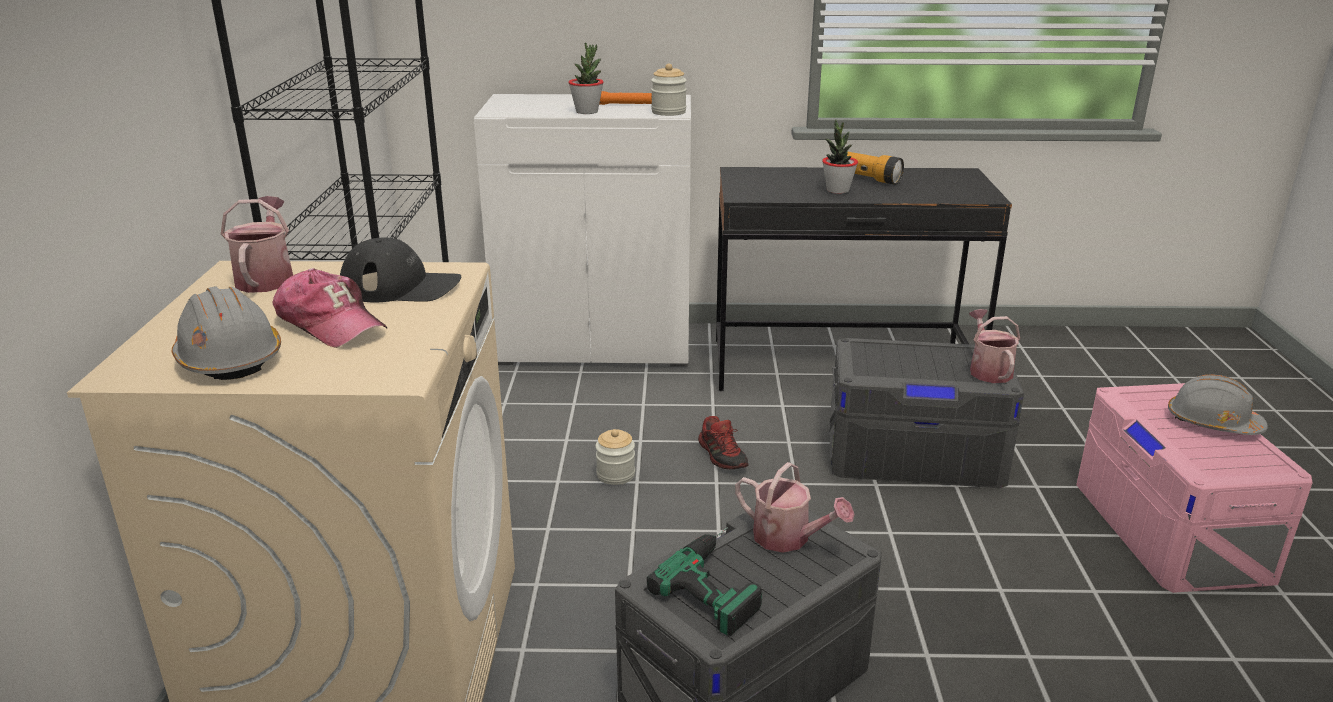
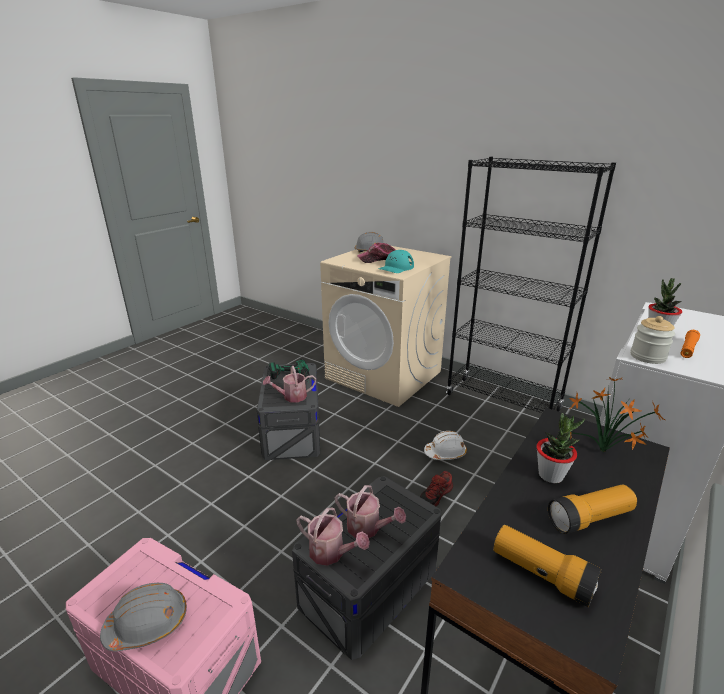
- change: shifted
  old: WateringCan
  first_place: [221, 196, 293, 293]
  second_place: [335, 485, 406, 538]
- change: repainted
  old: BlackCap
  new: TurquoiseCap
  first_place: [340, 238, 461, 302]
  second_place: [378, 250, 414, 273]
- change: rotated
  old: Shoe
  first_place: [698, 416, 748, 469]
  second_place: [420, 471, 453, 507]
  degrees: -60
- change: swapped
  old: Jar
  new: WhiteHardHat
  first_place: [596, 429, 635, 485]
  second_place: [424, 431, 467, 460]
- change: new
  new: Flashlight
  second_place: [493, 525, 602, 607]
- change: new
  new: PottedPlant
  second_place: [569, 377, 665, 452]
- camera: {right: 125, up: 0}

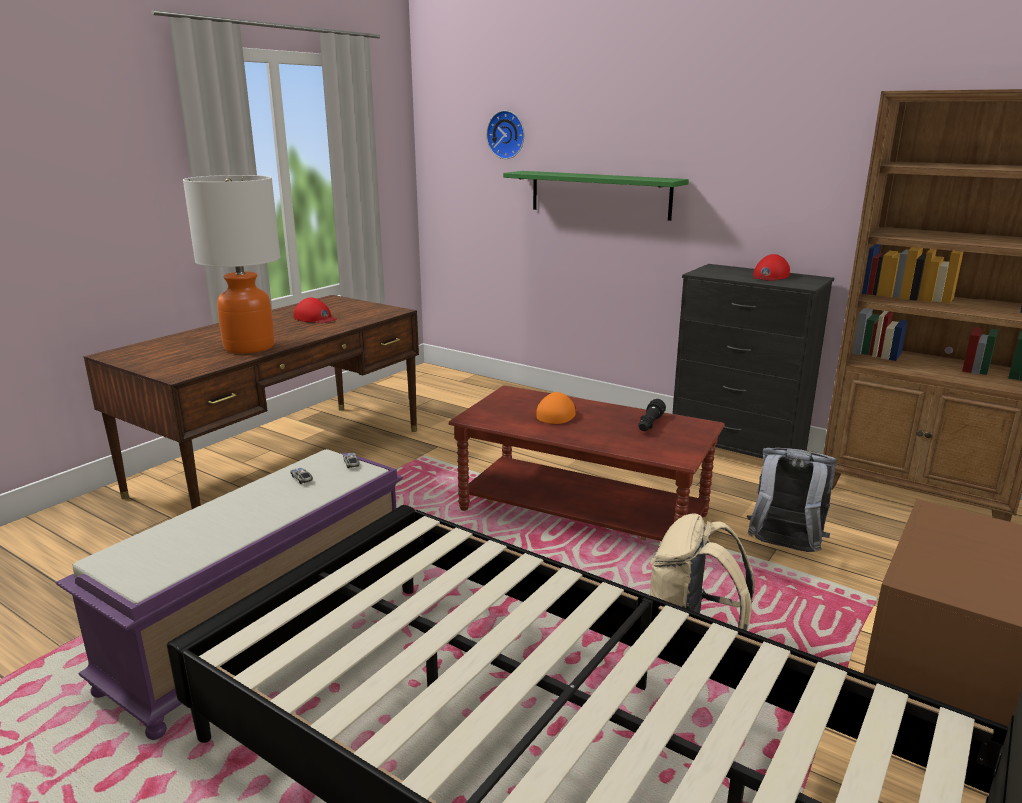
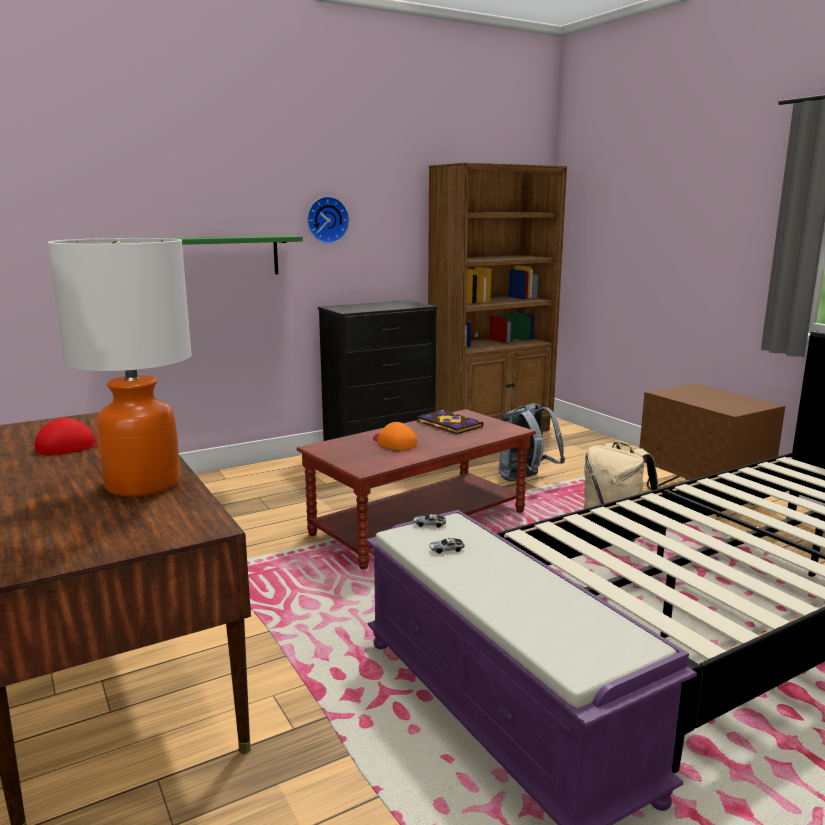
- change: shifted
  old: WallClock
  first_place: [486, 110, 524, 159]
  second_place: [307, 196, 350, 244]
- change: swapped
  old: BlackFlashlight
  new: Book
  first_place: [638, 399, 666, 431]
  second_place: [417, 410, 483, 434]
- change: gone
  old: RedCap
  first_place: [753, 254, 790, 281]
- camera: {right: -65, up: -5}

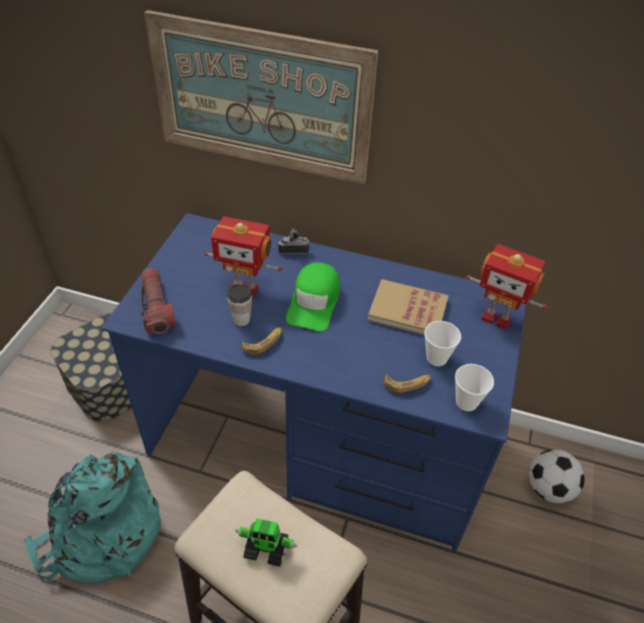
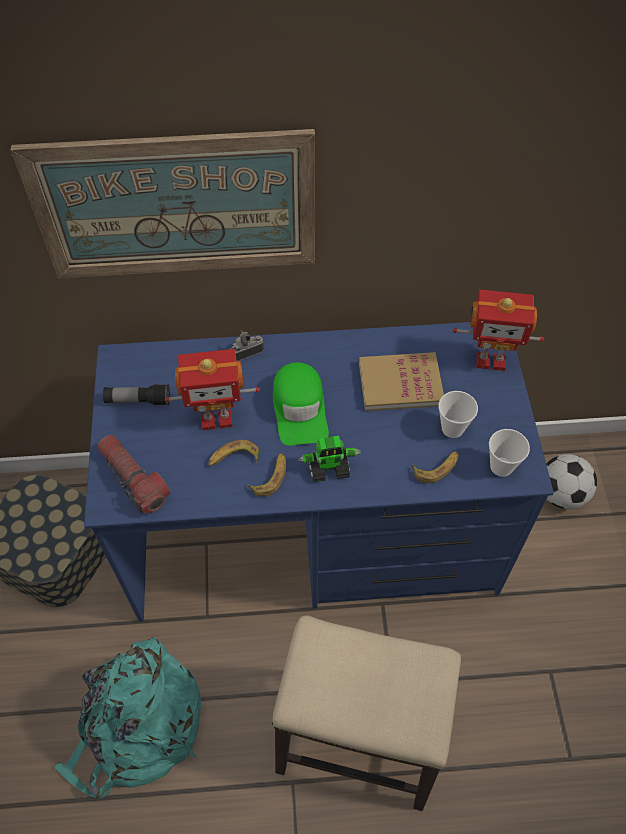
- change: new
  new: Flashlight
  second_place: [103, 384, 170, 405]
- change: swapped
  old: Cup
  new: Banana
  first_place: [227, 283, 252, 326]
  second_place: [208, 440, 259, 466]
- change: shifted
  old: ToyRobot
  first_place: [235, 519, 297, 567]
  second_place: [299, 436, 361, 482]
- camera: {right: -20, up: 10}

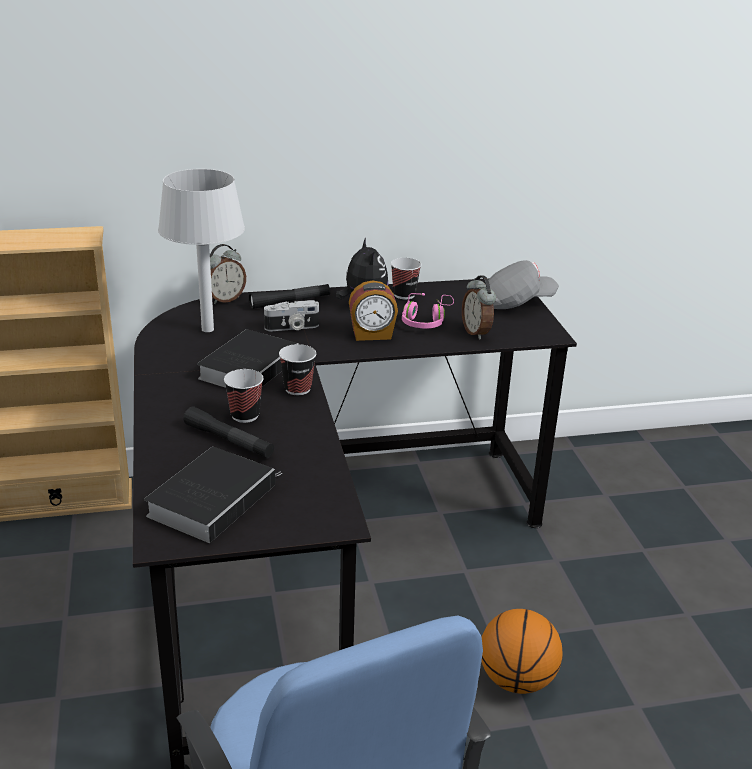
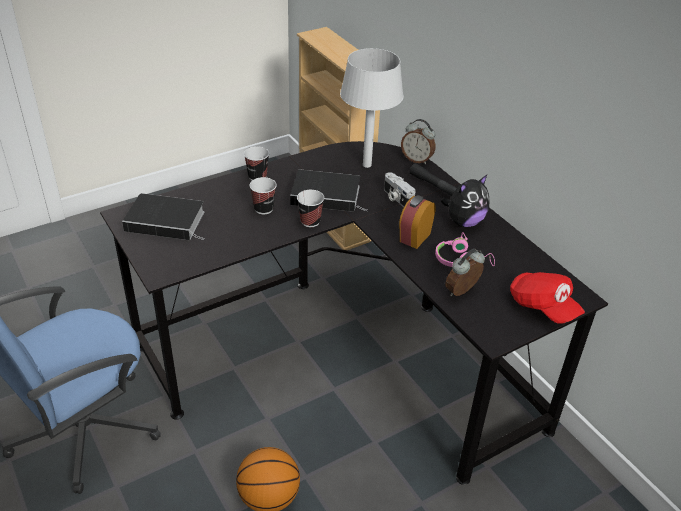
- change: shifted
  old: Cup
  first_place: [391, 258, 421, 299]
  second_place: [244, 146, 269, 180]
- change: rotated
  old: AlarmClock
  first_place: [349, 280, 398, 341]
  second_place: [399, 195, 436, 249]
  degrees: 60
- change: repainted
  old: GreyCap
  new: RedCap
  first_place: [479, 260, 559, 309]
  second_place: [510, 272, 585, 323]
- change: gone
  old: BlackFlashlight
  first_place: [184, 406, 274, 458]
- camera: {right: 70, up: 10}

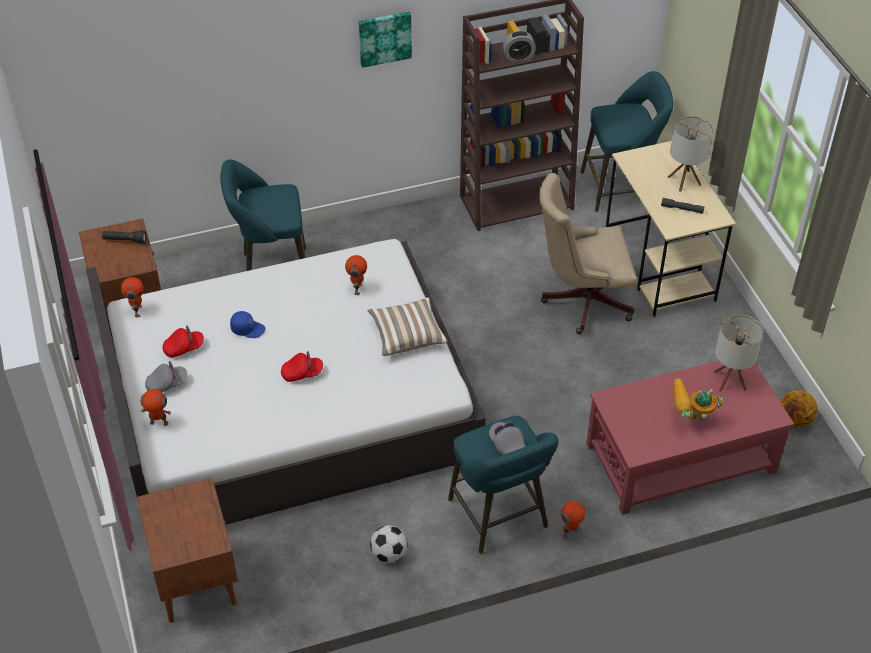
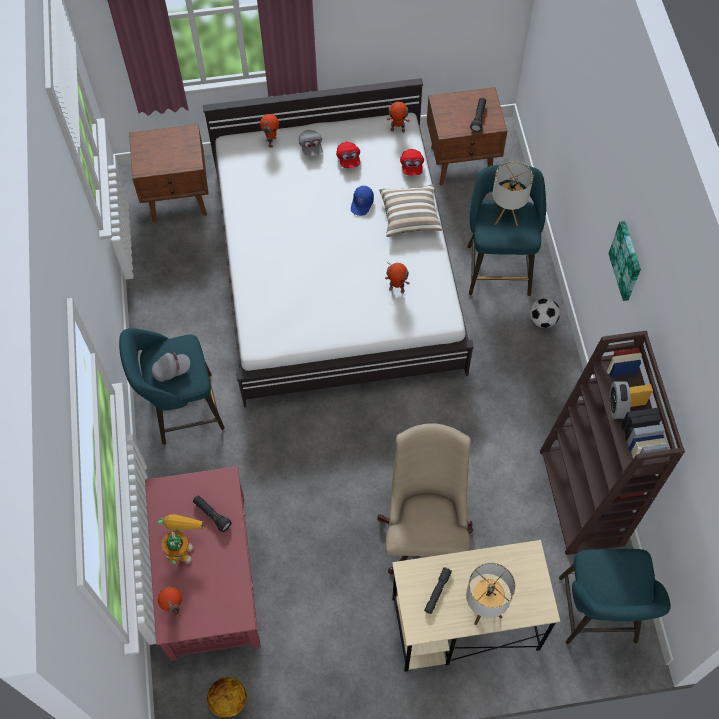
- change: shifted
  old: ToyRobot
  first_place: [561, 499, 585, 538]
  second_place: [158, 587, 182, 617]
- change: new
  new: BlackFlashlight
  second_place: [193, 495, 231, 532]
- change: shifted
  old: Pillow
  first_place: [368, 297, 448, 356]
  second_place: [379, 184, 442, 237]
- change: shifted
  old: RedCap
  first_place: [281, 351, 323, 382]
  second_place: [400, 149, 424, 176]
- change: shifted
  old: TableLamp
  first_place: [714, 314, 764, 392]
  second_place: [493, 161, 533, 226]
- change: shifted
  old: Football
  first_place: [370, 525, 408, 563]
  second_place: [530, 298, 560, 328]
- camera: {right: 100, up: 15}

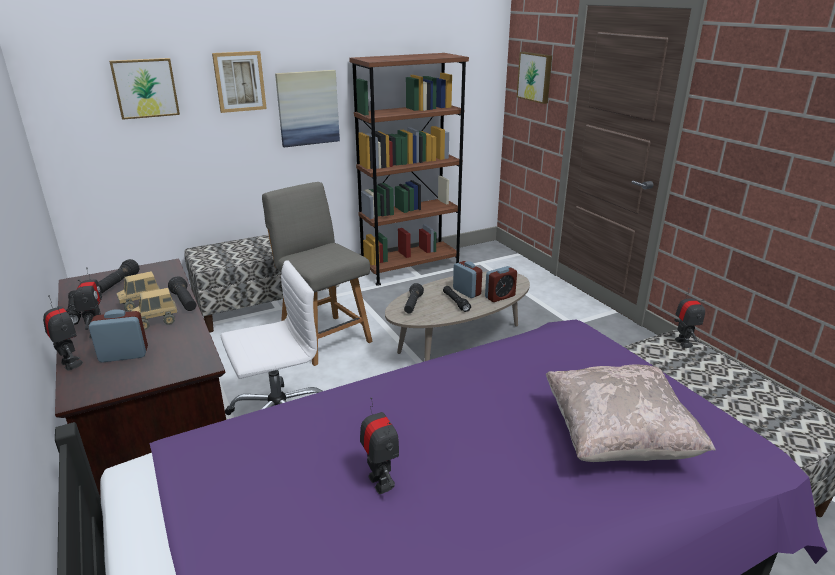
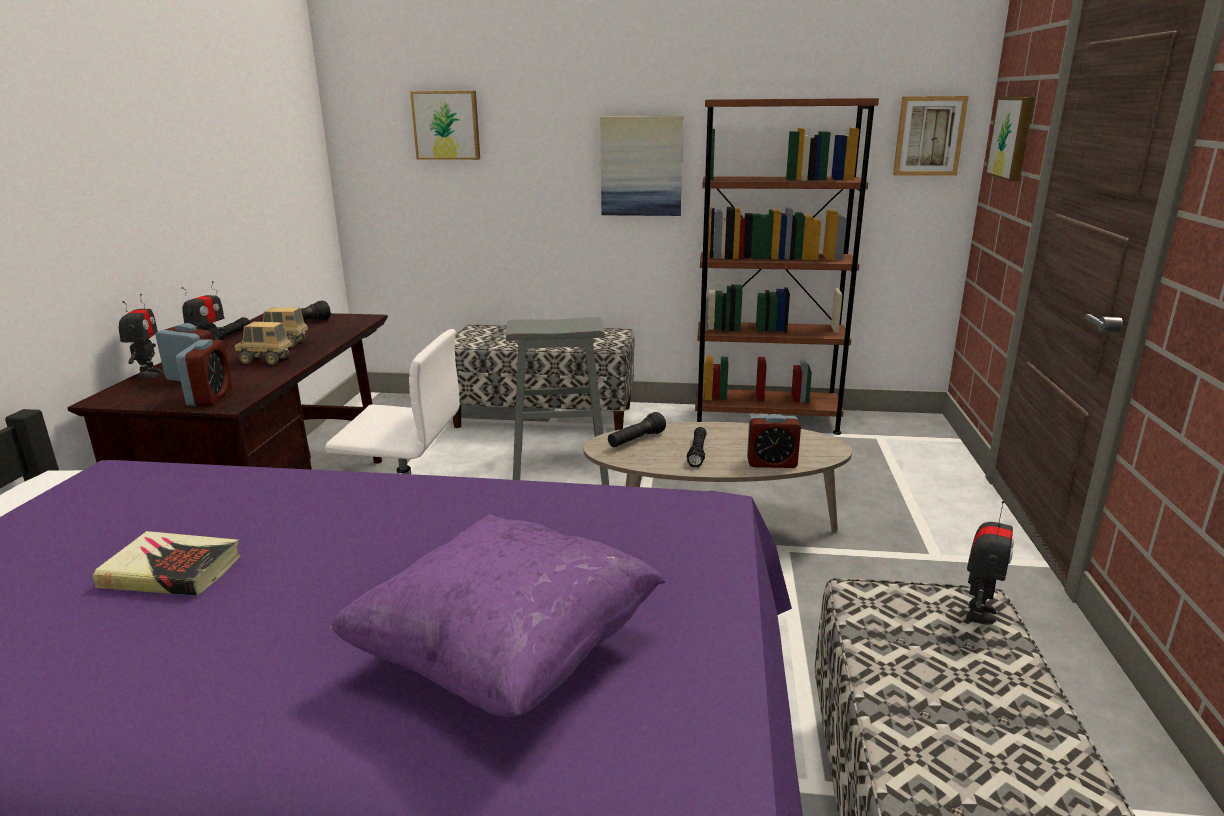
- change: swapped
  old: ToyRobot
  new: Book
  first_place: [360, 397, 399, 494]
  second_place: [93, 531, 240, 596]
- change: shifted
  old: AlarmClock
  first_place: [453, 261, 482, 298]
  second_place: [176, 339, 232, 406]
- change: repainted
  old: BeigePillow
  new: PurplePillow
  first_place: [545, 364, 716, 462]
  second_place: [330, 515, 666, 717]
- change: swapped
  old: GreyChair
  new: GreyStool
  first_place: [262, 182, 373, 366]
  second_place: [506, 317, 609, 485]
- change: shifted
  old: Picture
  first_place: [212, 51, 267, 113]
  second_place: [893, 96, 969, 176]
- change: gone
  old: BlackFlashlight
  first_place: [168, 276, 196, 311]
- camera: {right: 35, up: -5}

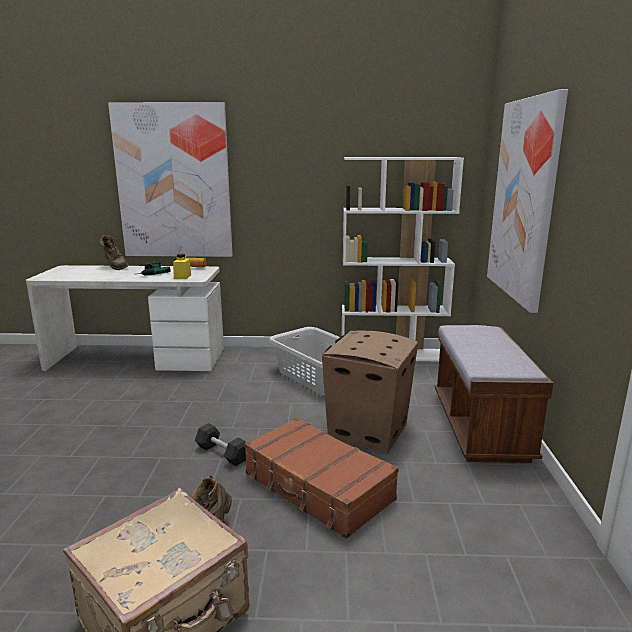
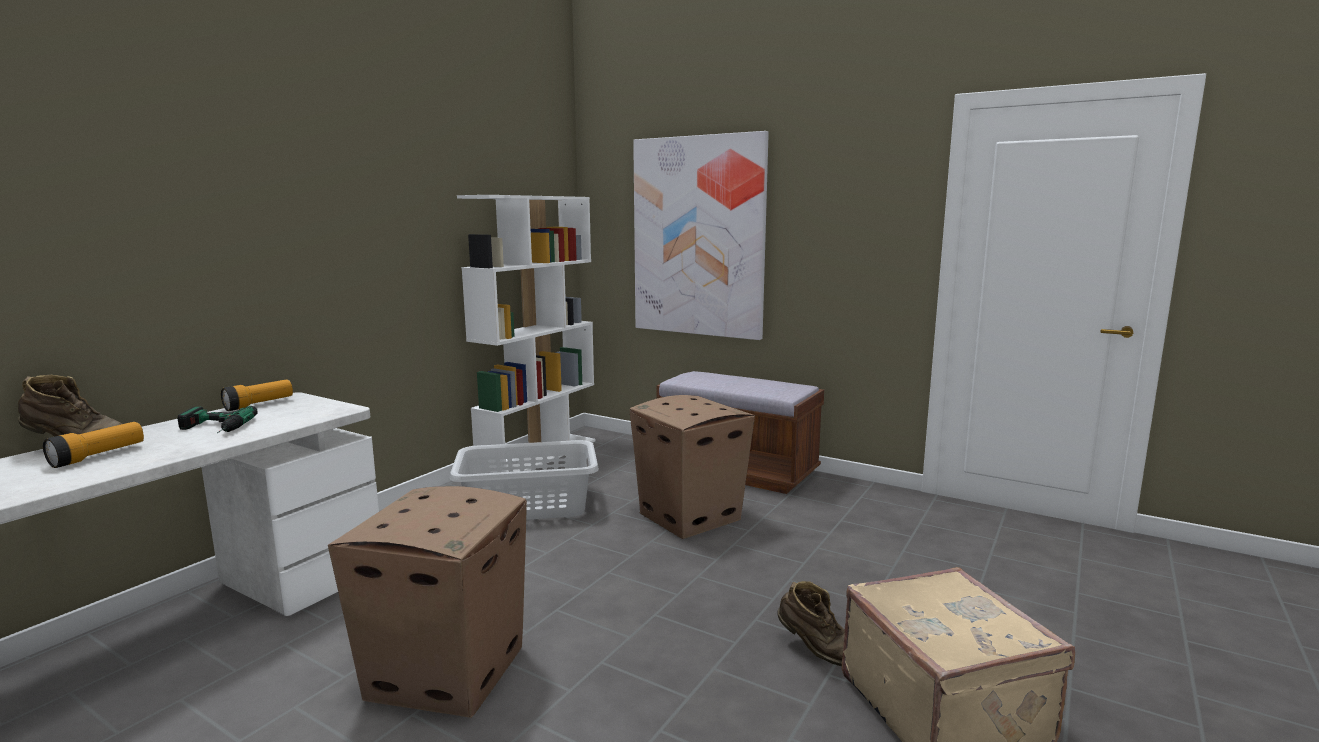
- change: new
  new: Flashlight
  second_place: [43, 422, 144, 468]
- change: new
  new: CardboardBox
  second_place: [328, 486, 527, 718]
- change: gone
  old: Picture
  first_place: [108, 102, 233, 257]
- change: gone
  old: YellowJar
  first_place: [173, 254, 191, 279]
- change: gone
  old: BlackDumbbell
  first_place: [195, 423, 246, 466]
- change: gone
  old: BrownSuitcase
  first_place: [244, 418, 399, 539]
- camera: {right: -60, up: -5}

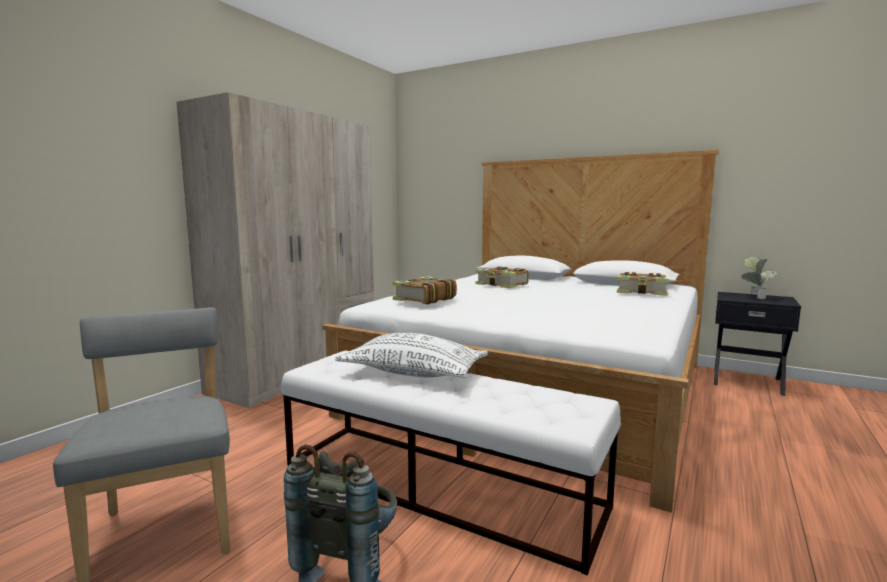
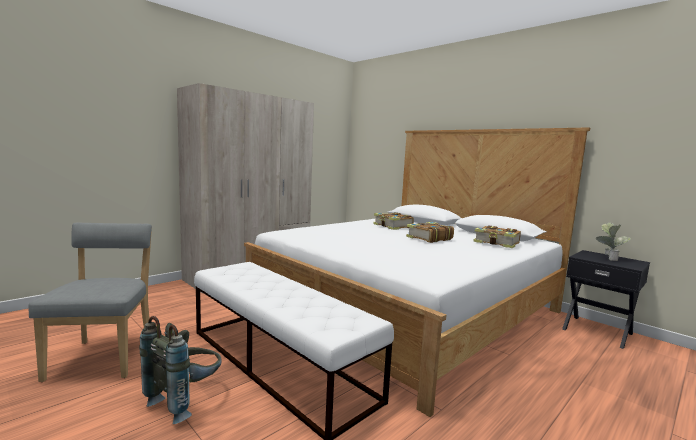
- change: shifted
  old: Book
  first_place: [392, 276, 457, 304]
  second_place: [406, 222, 454, 243]
- change: gone
  old: WhitePillow
  first_place: [335, 333, 488, 378]
- camera: {right: 15, up: 0}

